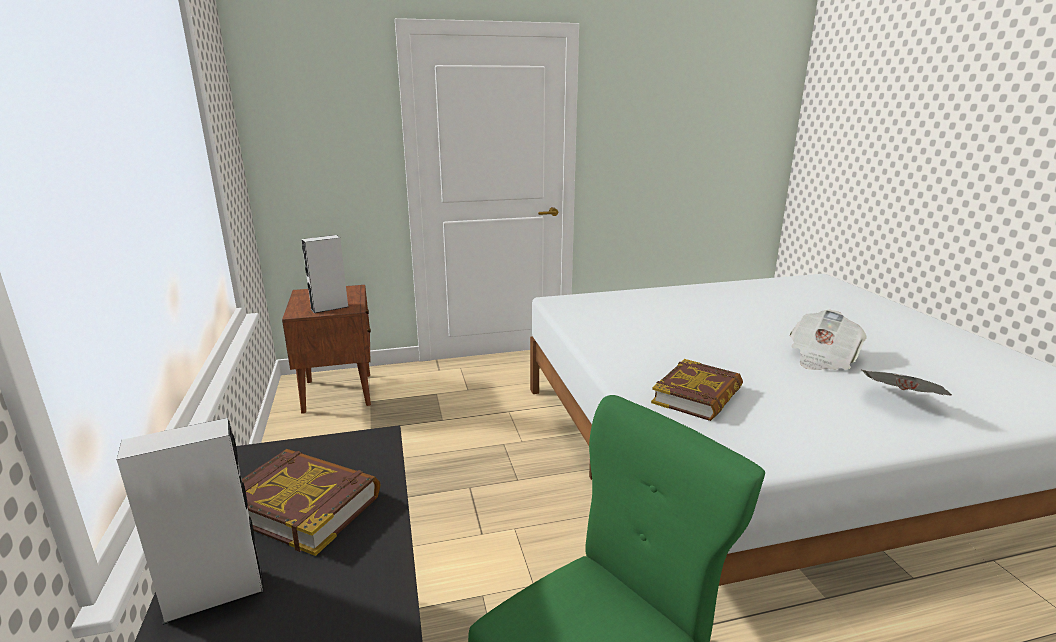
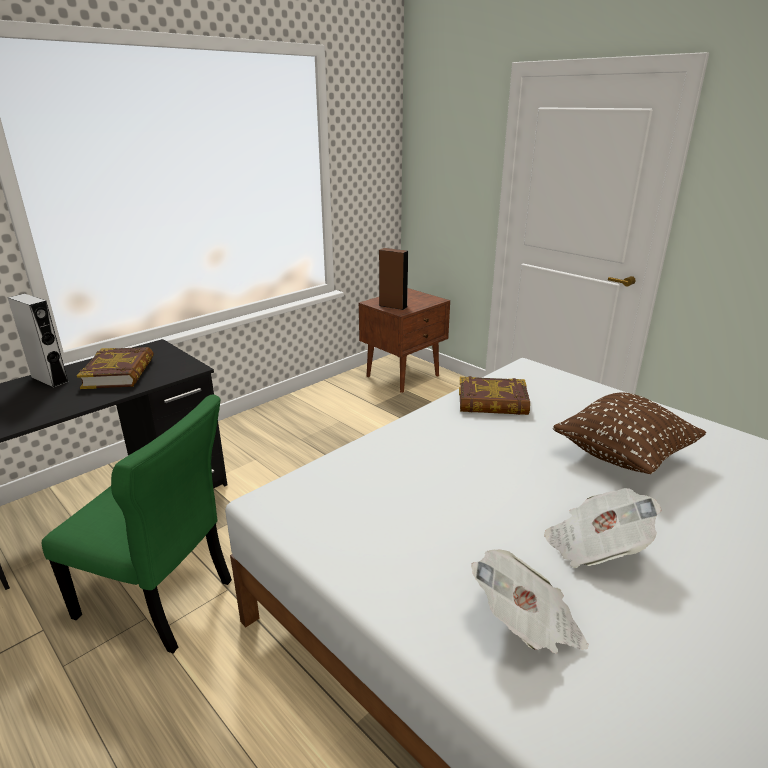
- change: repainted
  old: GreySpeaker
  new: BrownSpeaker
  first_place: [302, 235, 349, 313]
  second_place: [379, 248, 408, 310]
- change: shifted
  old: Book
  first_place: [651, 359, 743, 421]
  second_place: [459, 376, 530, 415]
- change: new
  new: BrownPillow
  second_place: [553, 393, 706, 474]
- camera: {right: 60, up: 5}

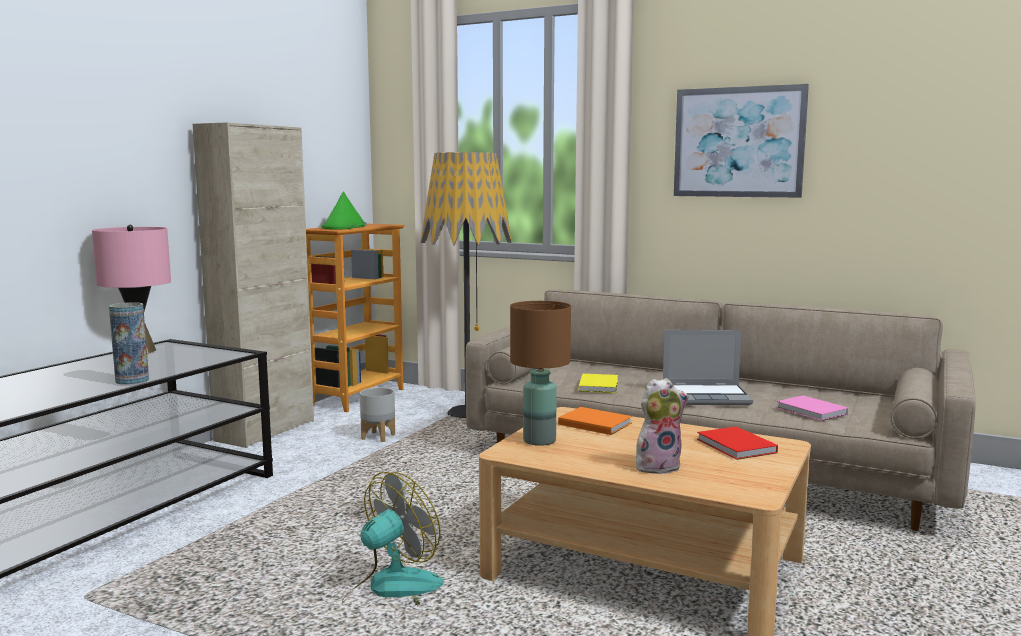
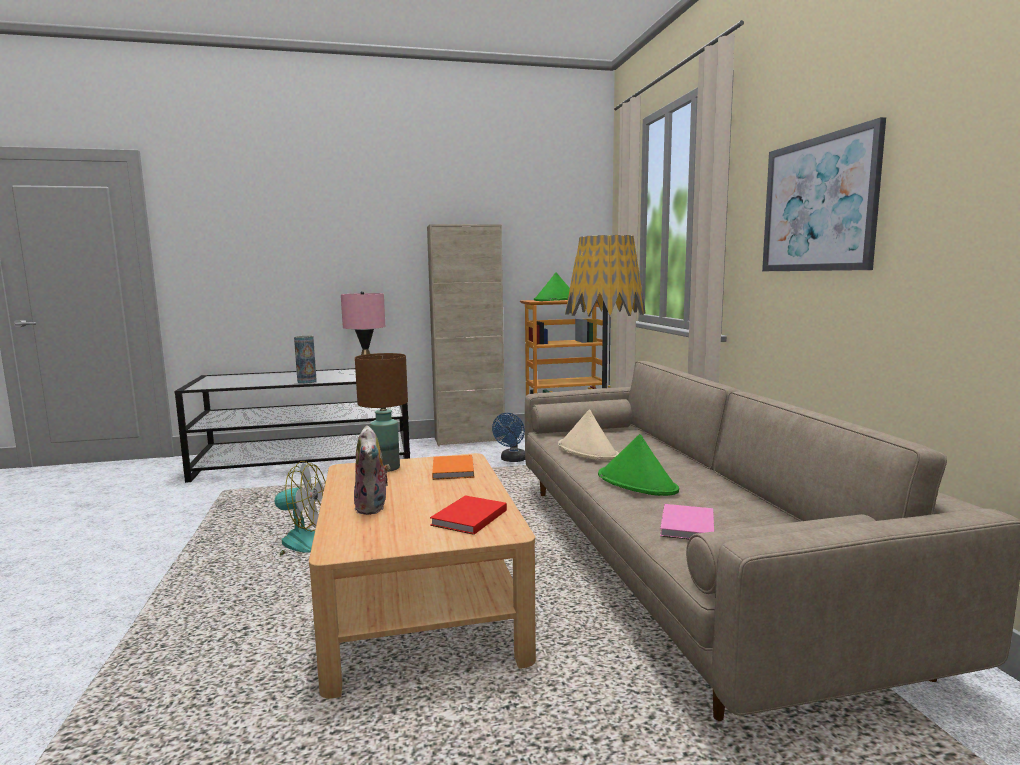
- change: rotated
  old: PlushToy
  first_place: [636, 378, 689, 474]
  second_place: [354, 425, 391, 515]
  degrees: 45
- change: swapped
  old: GreyPlanter
  new: BlueFan
  first_place: [360, 387, 395, 442]
  second_place: [492, 413, 525, 462]
- change: swapped
  old: YellowBook
  new: BeigeHat
  first_place: [579, 374, 618, 393]
  second_place: [558, 409, 619, 461]
- change: swapped
  old: Laptop
  new: GreenHat
  first_place: [663, 330, 753, 405]
  second_place: [598, 434, 679, 496]
- camera: {right: 50, up: 0}

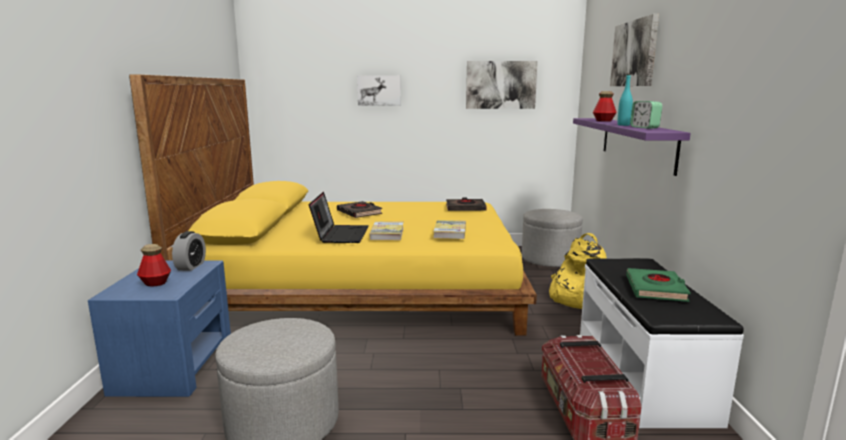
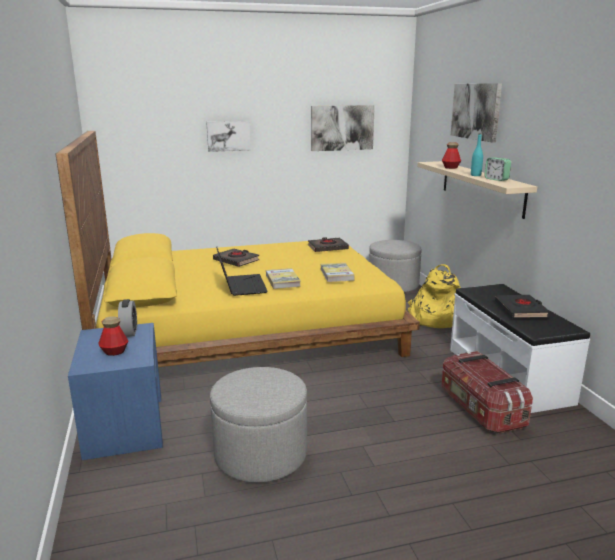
- change: repainted
  old: PurpleShelf
  new: BeigeShelf
  first_place: [573, 118, 691, 176]
  second_place: [417, 161, 537, 219]
- change: repainted
  old: GreenBook
  new: BlackBook
  first_place: [626, 268, 691, 302]
  second_place: [495, 295, 550, 319]
- camera: {right: -15, up: 5}

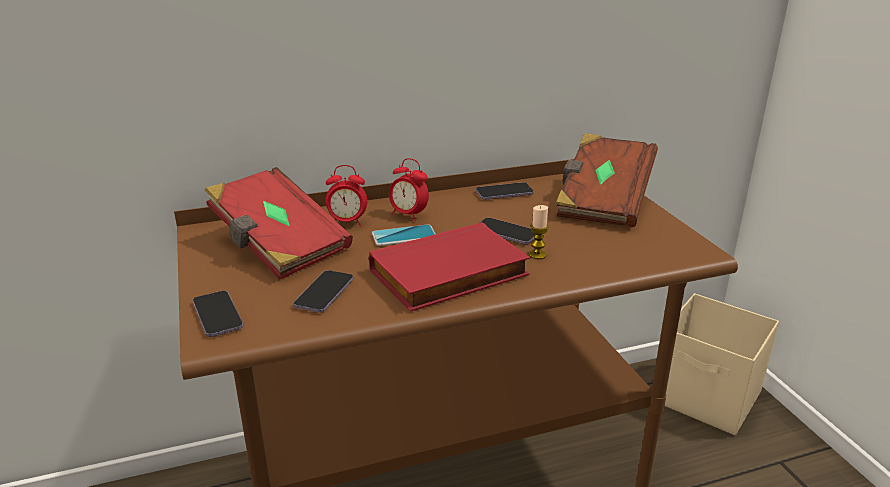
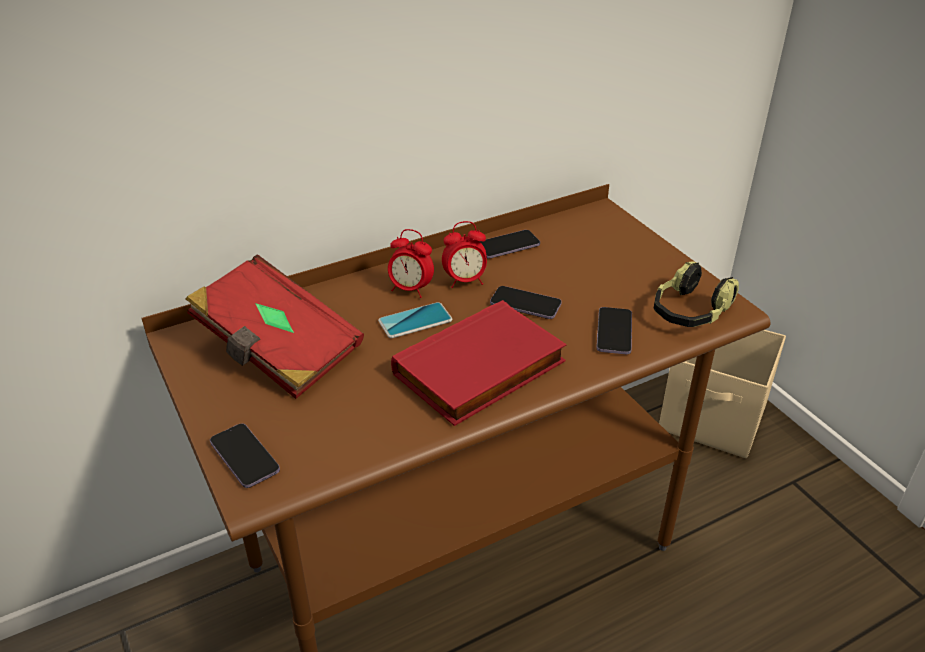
- change: shifted
  old: AlarmClock
  first_place: [326, 165, 367, 226]
  second_place: [442, 221, 487, 288]
- change: shifted
  old: Phone
  first_place: [293, 270, 354, 313]
  second_place: [596, 307, 632, 354]
- change: new
  new: Headphones
  second_place: [654, 261, 739, 327]
- change: gone
  old: Candle
  first_place: [529, 205, 549, 259]
- change: gone
  old: BrownBook
  first_place: [555, 133, 658, 227]
- camera: {right: -10, up: 10}

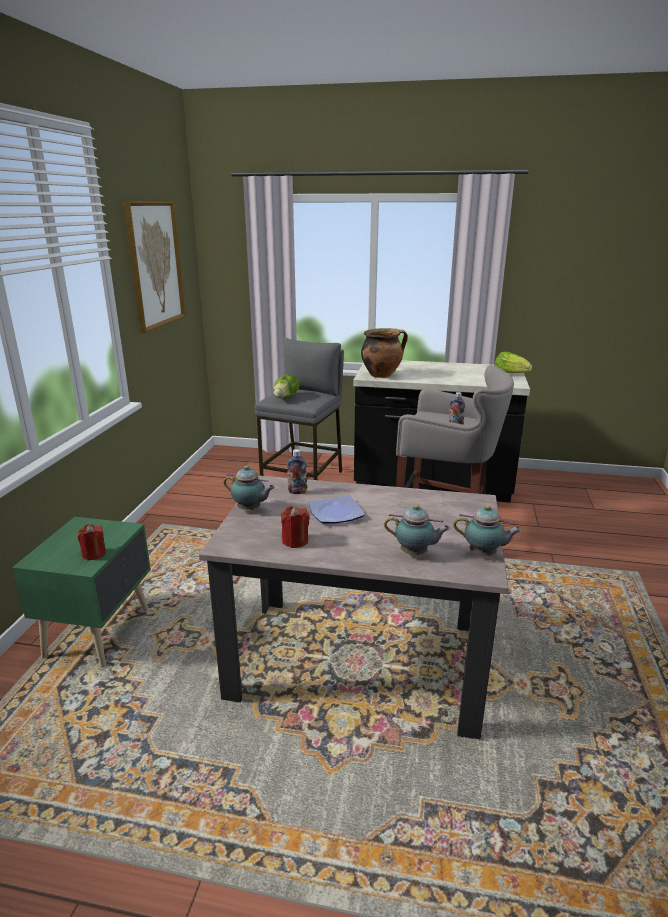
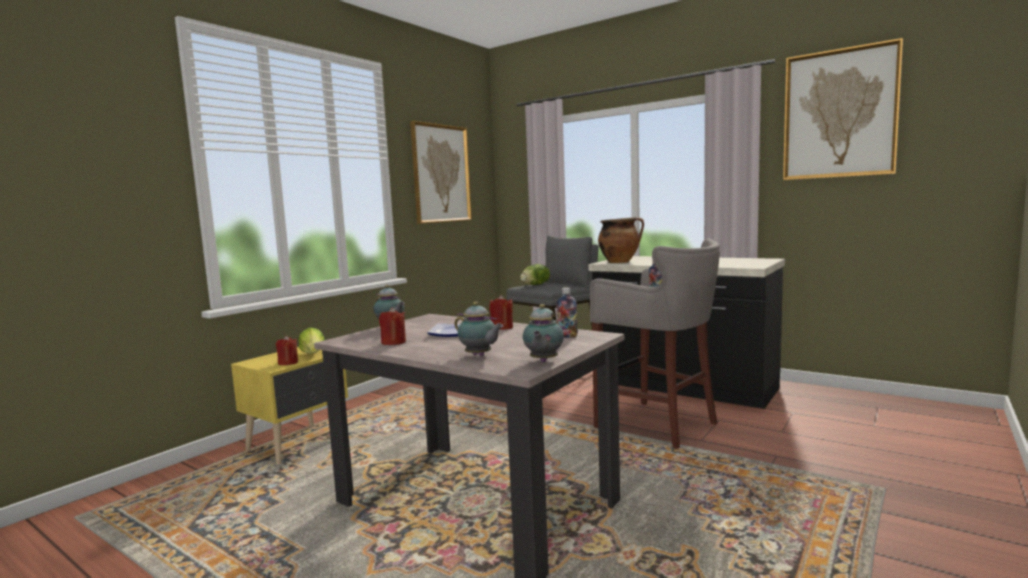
- change: repainted
  old: GreenNightstand
  new: YellowNightstand
  first_place: [12, 517, 151, 667]
  second_place: [231, 347, 348, 465]
- change: shifted
  old: Lettuce
  first_place: [494, 352, 532, 373]
  second_place: [299, 328, 325, 354]
- change: new
  new: RedCandle
  second_place: [489, 295, 513, 330]
- change: rotated
  old: Teapot
  first_place: [453, 505, 521, 556]
  second_place: [523, 304, 564, 362]
  degrees: 60
- change: shifted
  old: Bottle
  first_place: [287, 449, 307, 494]
  second_place: [556, 287, 578, 338]
- change: new
  new: Picture
  second_place: [783, 38, 903, 180]
- camera: {right: 25, up: -15}

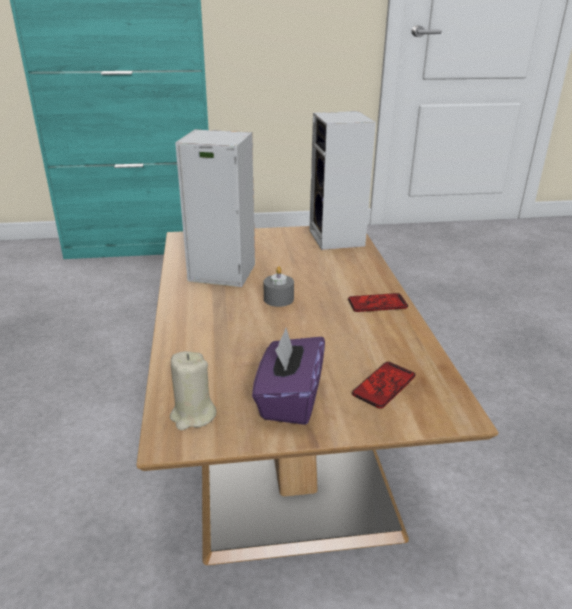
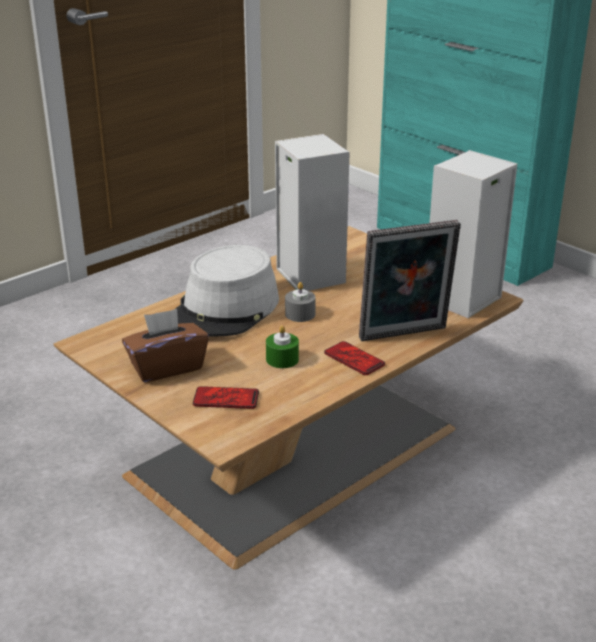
- change: repainted
  old: PurpleTissueBox
  new: BrownTissueBox
  first_place: [252, 328, 325, 425]
  second_place: [122, 309, 209, 382]
- change: new
  new: GreyHat
  second_place: [175, 245, 279, 336]
- change: new
  new: GreenCandle
  second_place: [266, 325, 299, 368]
- change: new
  new: PictureFrame
  second_place: [359, 220, 461, 341]
- change: gone
  old: BeigeCandle
  first_place: [170, 351, 217, 430]
- camera: {right: 55, up: 0}

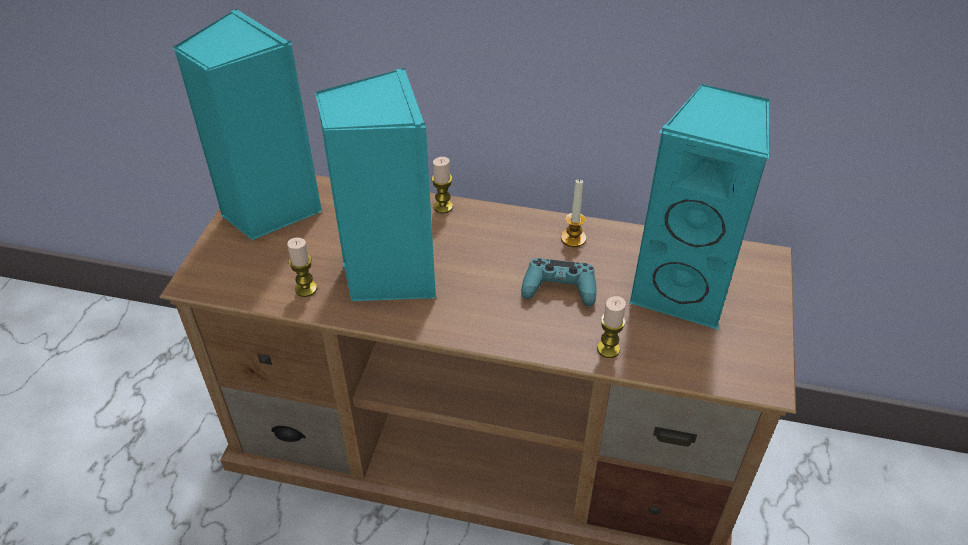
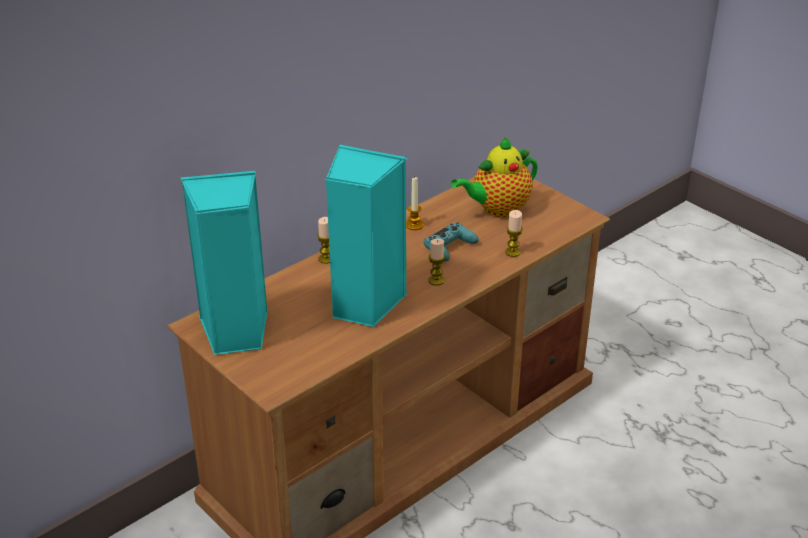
- change: shifted
  old: Candle
  first_place: [287, 238, 317, 297]
  second_place: [428, 238, 445, 286]
- change: swapped
  old: TurquoiseSpeaker
  new: Teapot
  first_place: [629, 83, 769, 331]
  second_place: [451, 137, 538, 217]
- camera: {right: -55, up: -10}

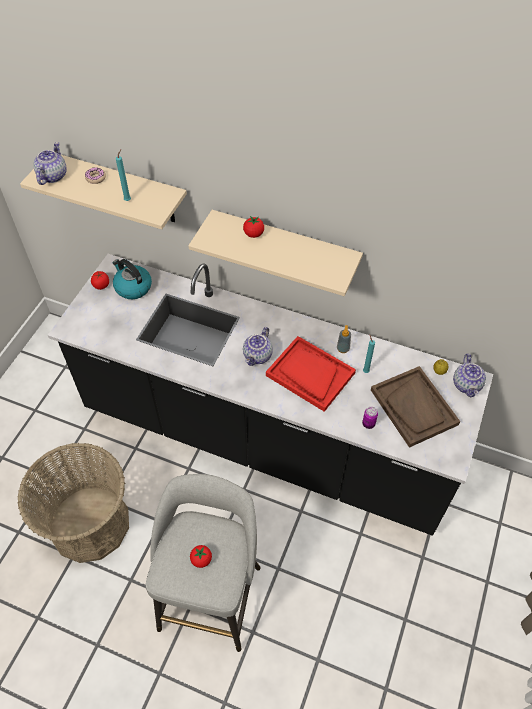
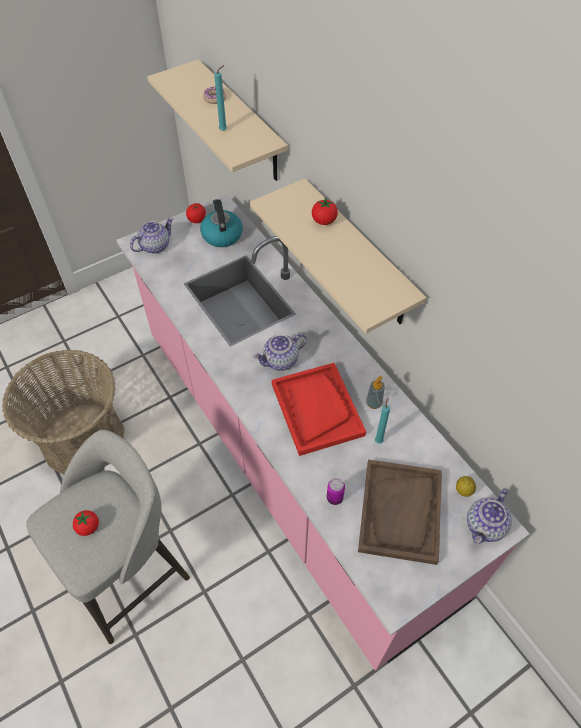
- change: repainted
  old: BlackCounter
  new: PinkCounter
  first_place: [48, 254, 493, 536]
  second_place: [116, 194, 530, 671]
- change: shifted
  old: Teapot
  first_place: [33, 142, 67, 185]
  second_place: [130, 217, 174, 254]
- camera: {right: 35, up: 0}

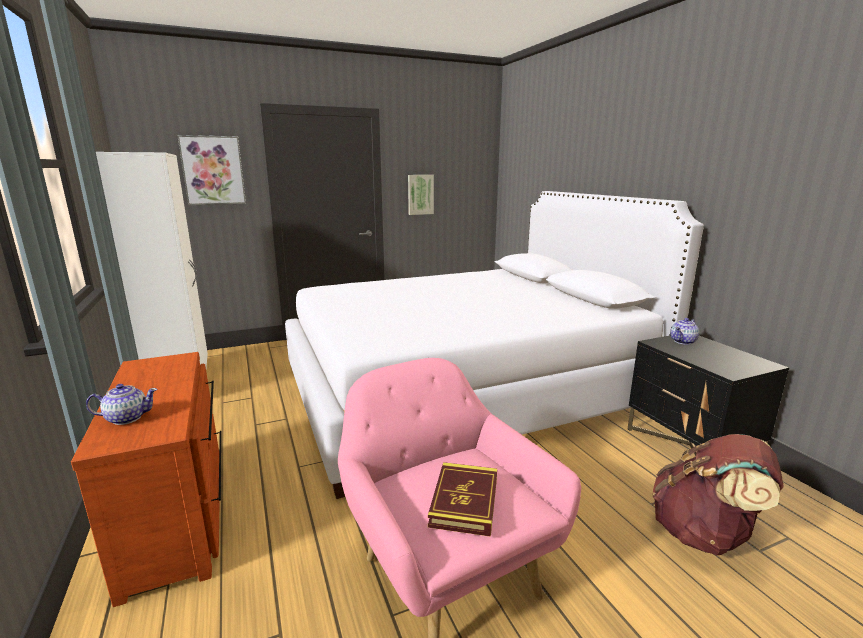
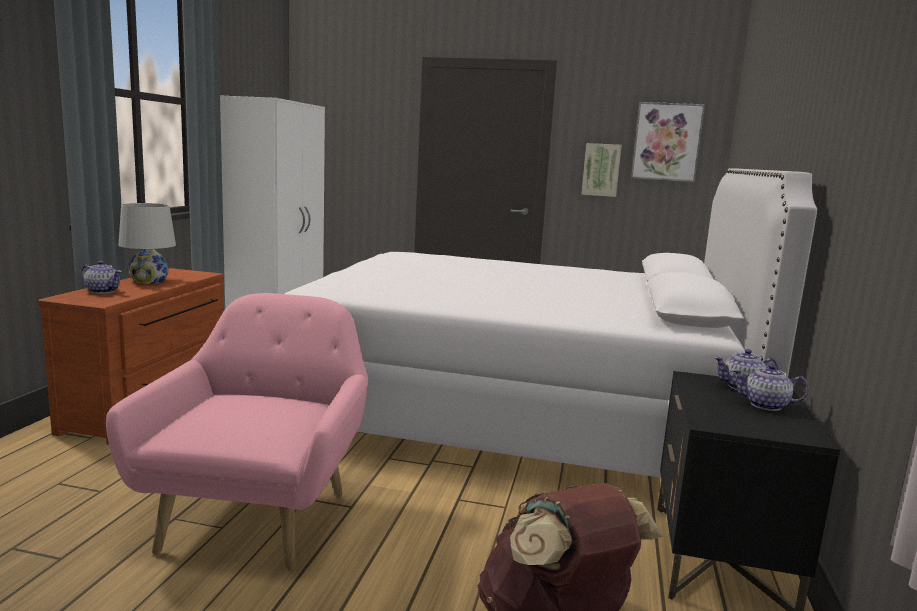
- change: new
  new: WhiteTableLamp
  second_place: [119, 203, 176, 284]
- change: shifted
  old: Picture
  first_place: [177, 135, 246, 205]
  second_place: [631, 102, 705, 182]
- change: new
  new: Teapot
  second_place: [732, 364, 809, 411]
- change: gone
  old: Book
  first_place: [428, 462, 497, 537]
- camera: {right: 35, up: -5}

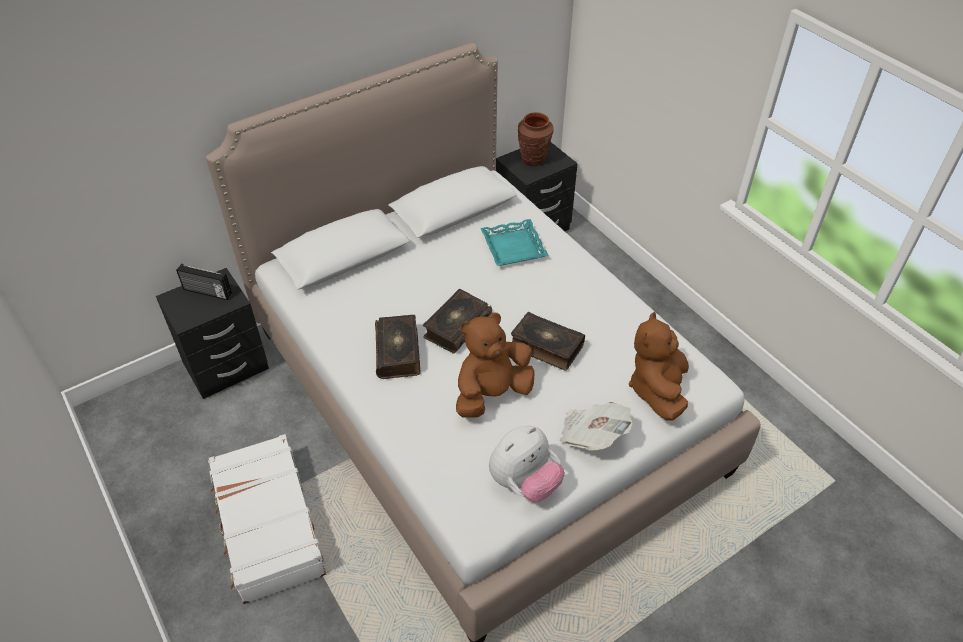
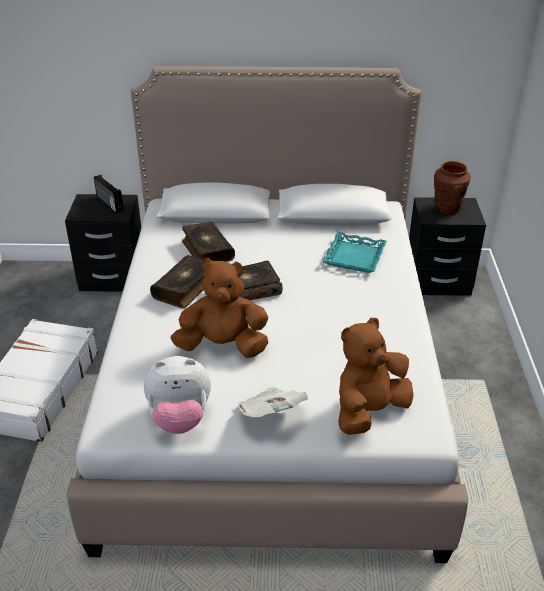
- change: shifted
  old: Book
  first_place: [511, 312, 585, 371]
  second_place: [182, 221, 235, 262]
- camera: {right: 35, up: -10}

